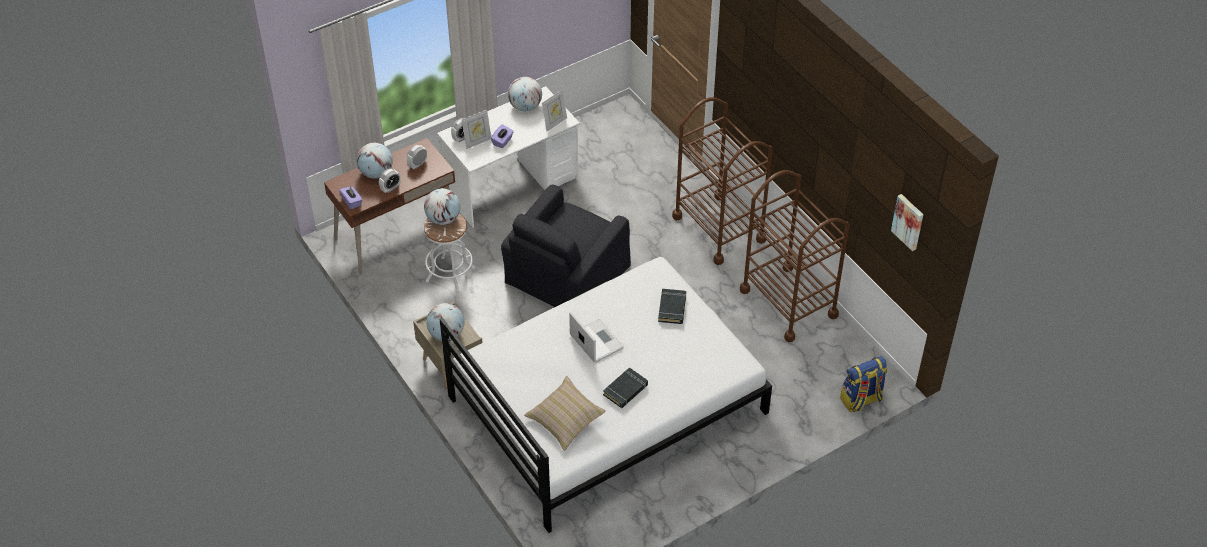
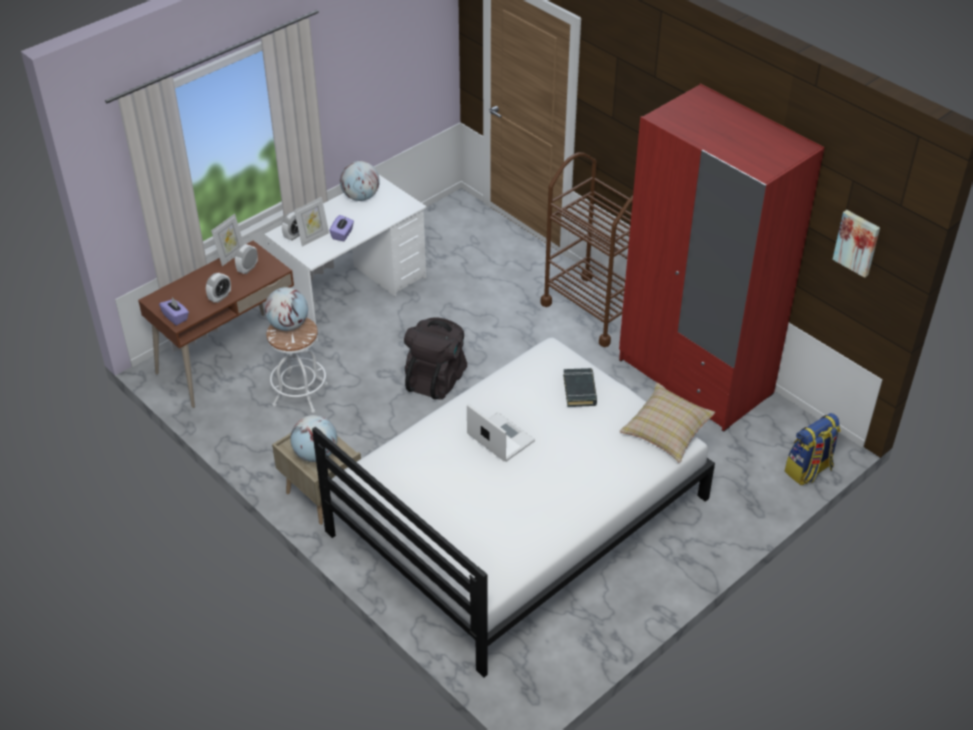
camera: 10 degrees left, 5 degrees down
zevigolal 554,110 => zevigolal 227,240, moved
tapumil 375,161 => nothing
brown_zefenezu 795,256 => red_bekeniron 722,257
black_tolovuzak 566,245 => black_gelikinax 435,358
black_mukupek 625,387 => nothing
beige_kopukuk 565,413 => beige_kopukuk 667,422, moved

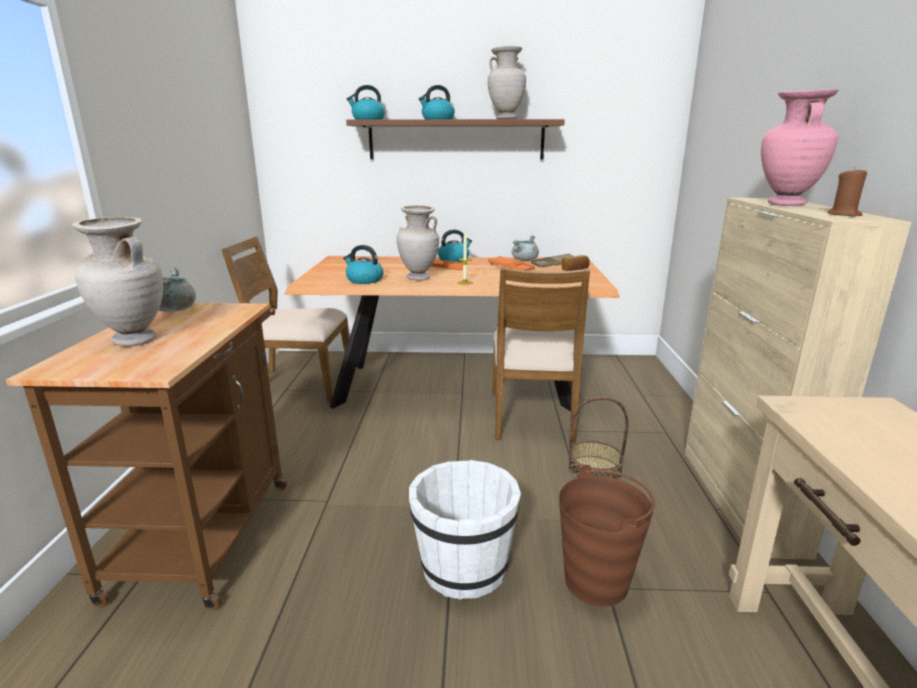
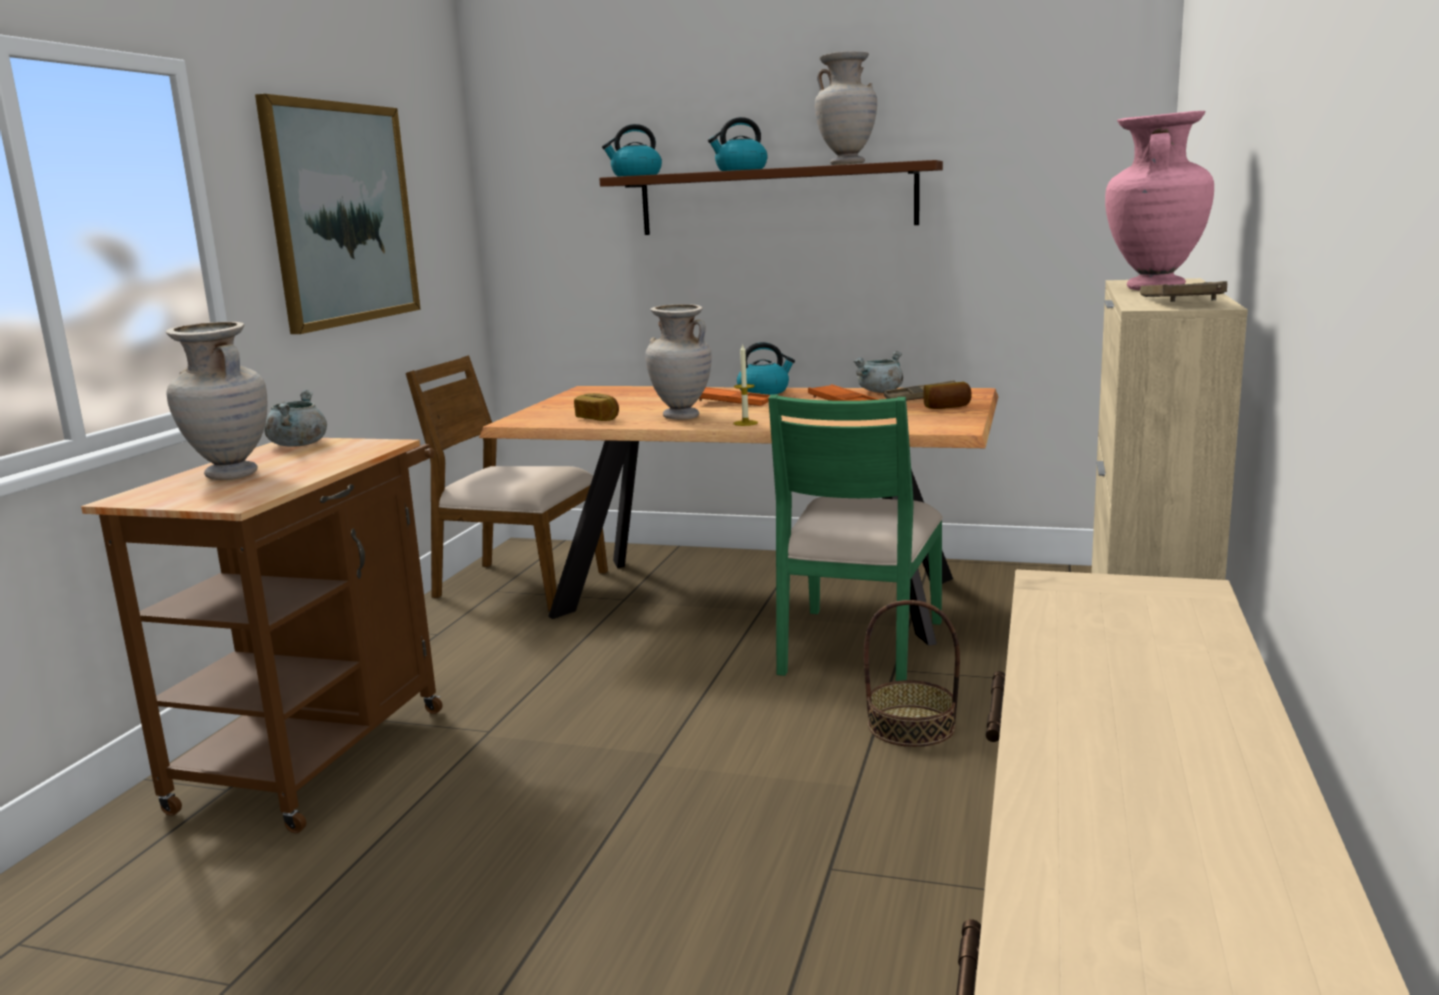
camera: 15 degrees right, 5 degrees down
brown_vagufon 847,191 => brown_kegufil 1183,291
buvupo 363,264 => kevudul 596,407
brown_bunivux 541,355 => green_bunivux 855,537
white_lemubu 465,529 => nothing
brown_lemubu 607,536 => nothing
nothing => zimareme 338,214

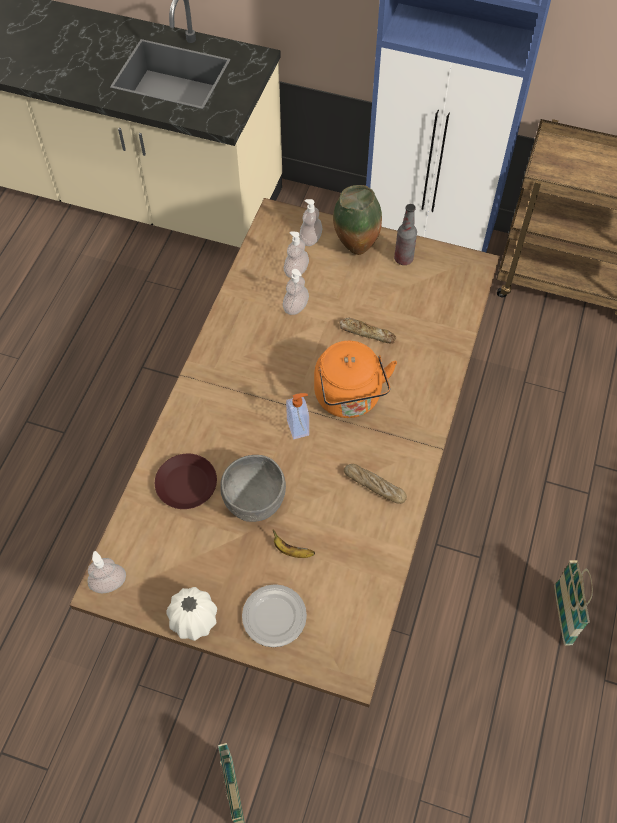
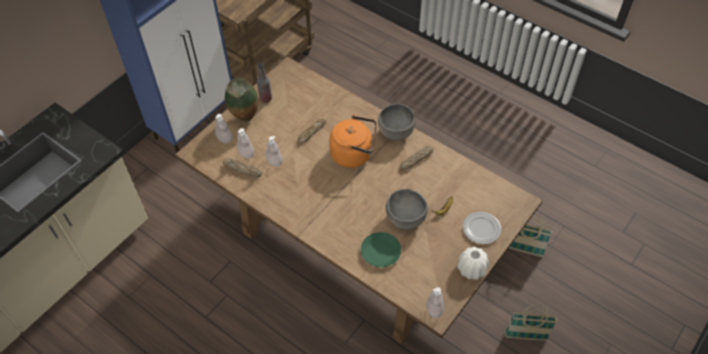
camera: 70 degrees left, 5 degrees down
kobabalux 297,416 => nothing
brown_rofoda 186,481 => green_rofoda 381,249
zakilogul 573,603 => zakilogul 530,236, moved
nothing => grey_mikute 396,122
nothing => kevudul 242,167

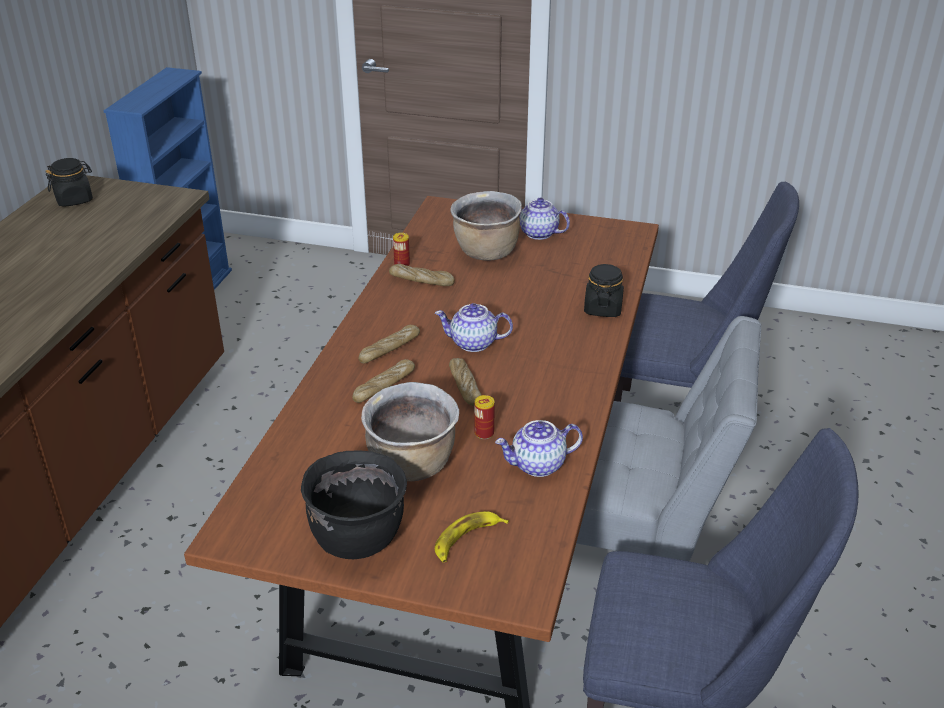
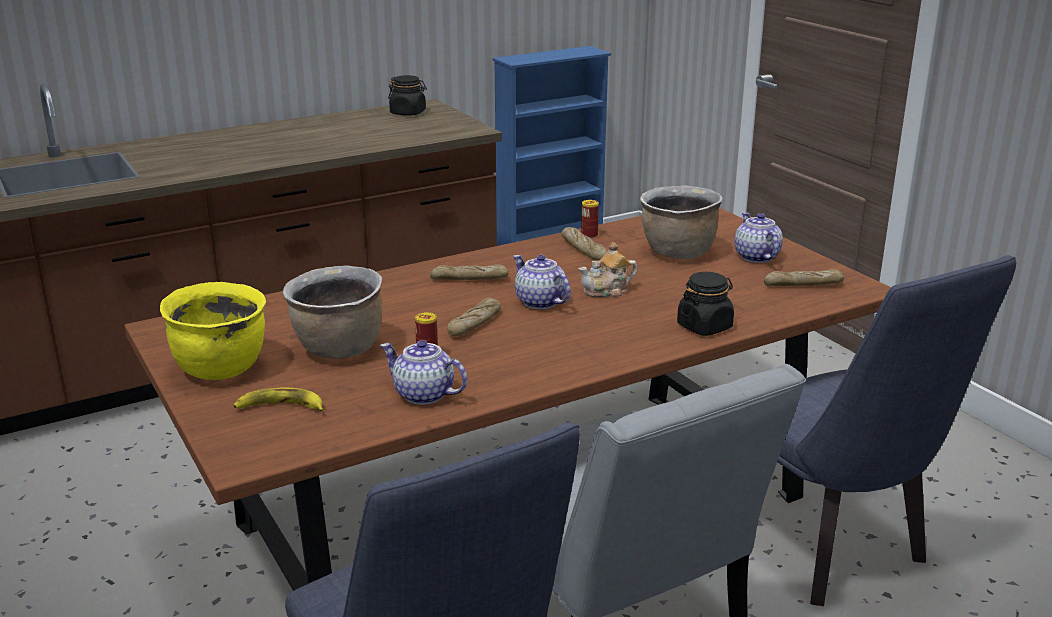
camera: 45 degrees right, 10 degrees down
kevudul 383,381 => kevudul 804,277, moved
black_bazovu 354,504 => yellow_bazovu 213,331
nothing => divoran 608,269

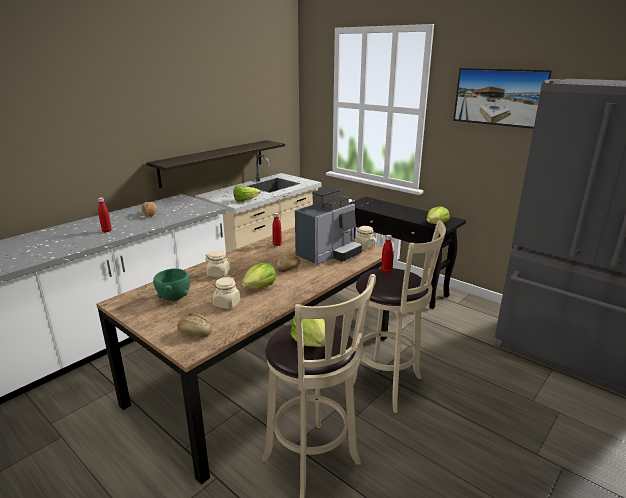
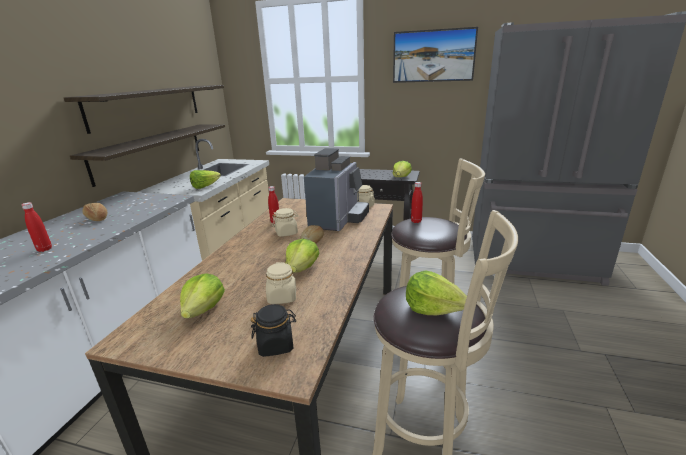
camera: 25 degrees left, 0 degrees up
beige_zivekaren 217,263 => beige_zivekaren 285,222, moved
green_mikute 171,284 => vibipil 202,295
kevudul 194,325 => black_zivekaren 273,330
nothing => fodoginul 144,109

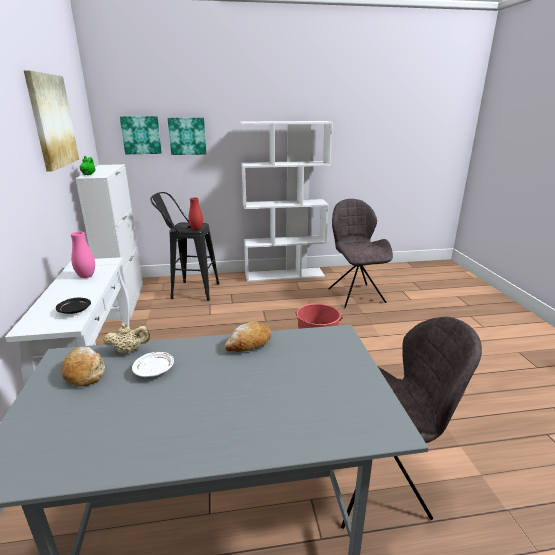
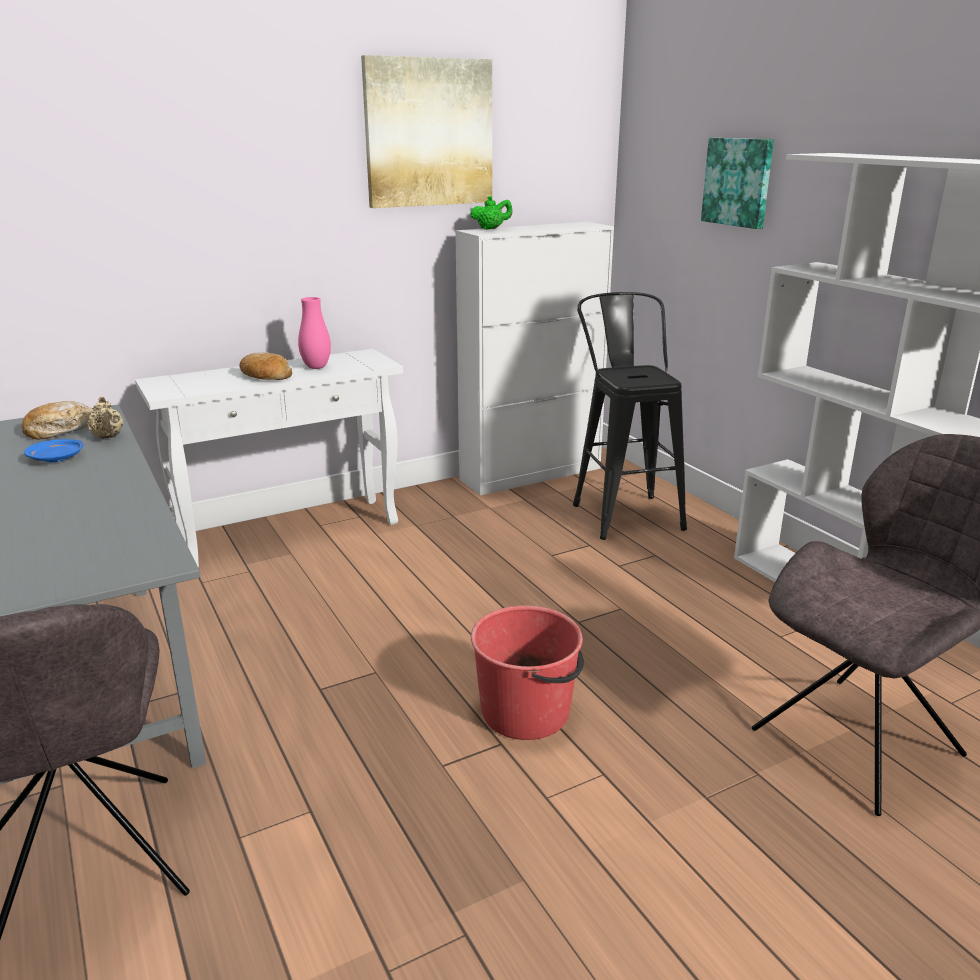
camera: 70 degrees right, 0 degrees up
zimareme 141,135 => nothing
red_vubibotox 195,214 => nothing
black_rofoda 73,306 => nothing
kevudul 248,336 => kevudul 265,366, moved
white_rofoda 153,364 => blue_rofoda 53,450

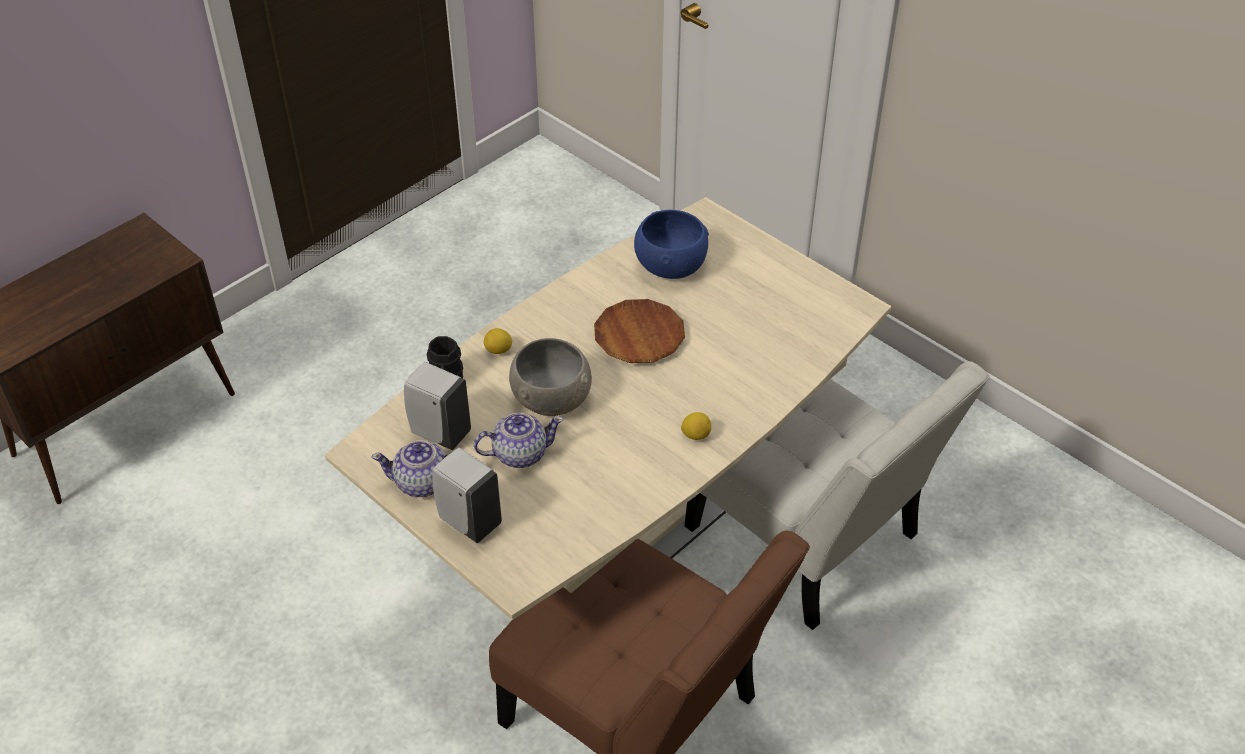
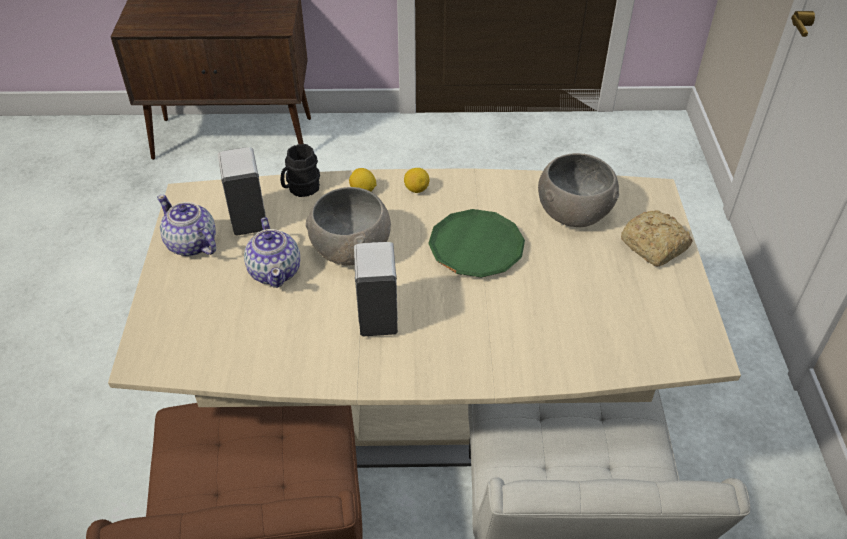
camera: 45 degrees right, 0 degrees up
blue_mikute 671,244 => grey_mikute 578,190
brown_rofoda 639,331 => green_rofoda 476,243
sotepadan 696,426 => sotepadan 416,180, moved
divoran 519,440 => divoran 272,252, 45 degrees clockwise
white_kobabalux 467,495 => white_kobabalux 376,289, moved
nothing => kevudul 656,238

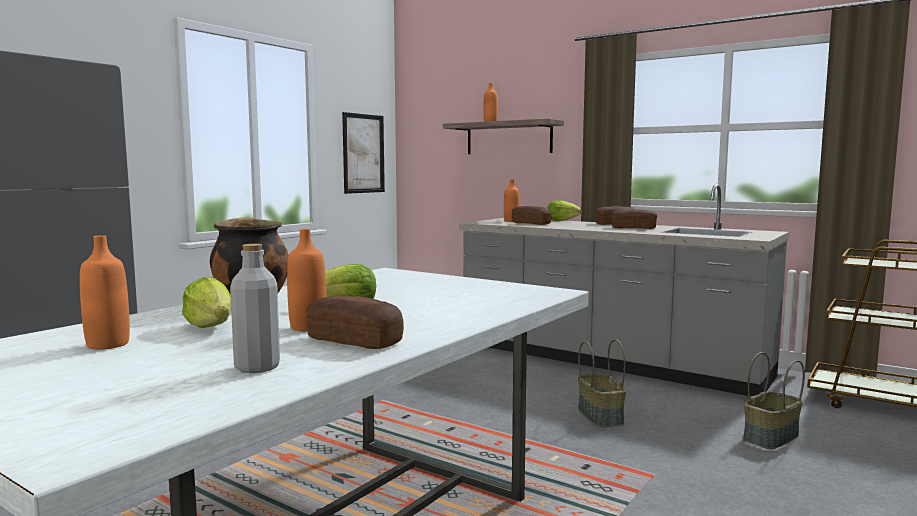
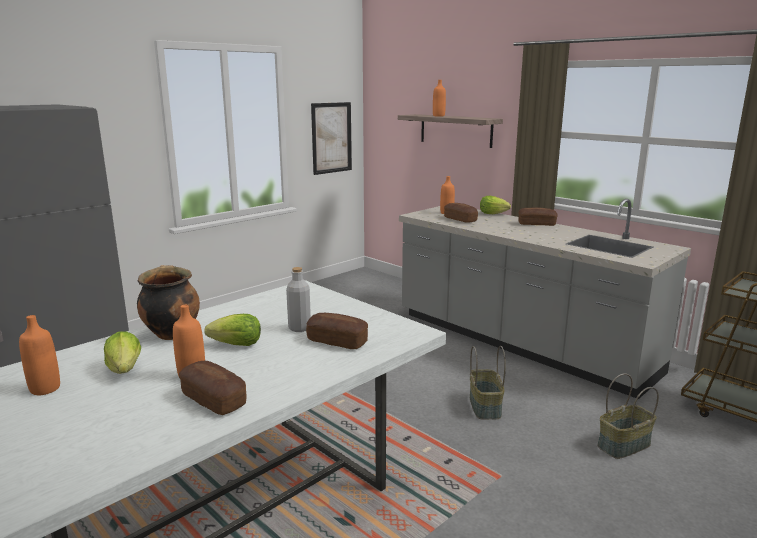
camera: 10 degrees right, 10 degrees up
kevudul 634,219 => kevudul 337,331, moved
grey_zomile 255,308 => grey_zomile 298,299, moved

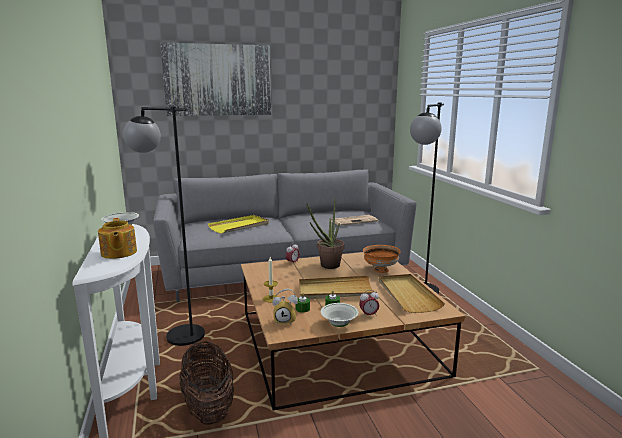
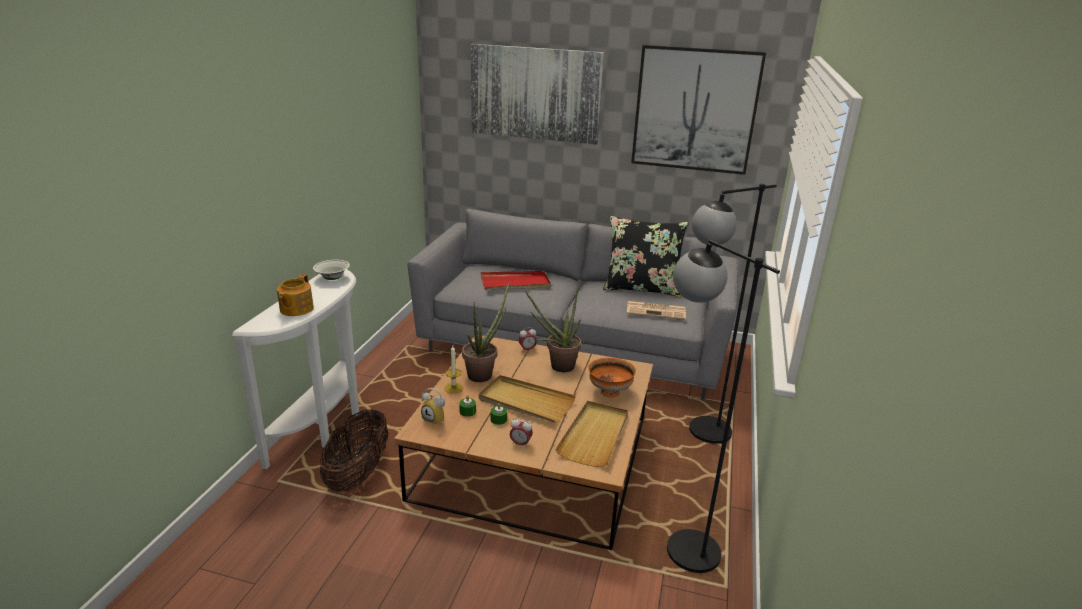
camera: 30 degrees right, 10 degrees up
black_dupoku 164,226 => black_dupoku 723,406, moved
yellow_kegufil 238,224 => red_kegufil 516,280
white_mikute 340,315 => nothing
nothing => zimareme 698,110
nothing => black_kopukuk 646,256
nothing => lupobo 486,331

